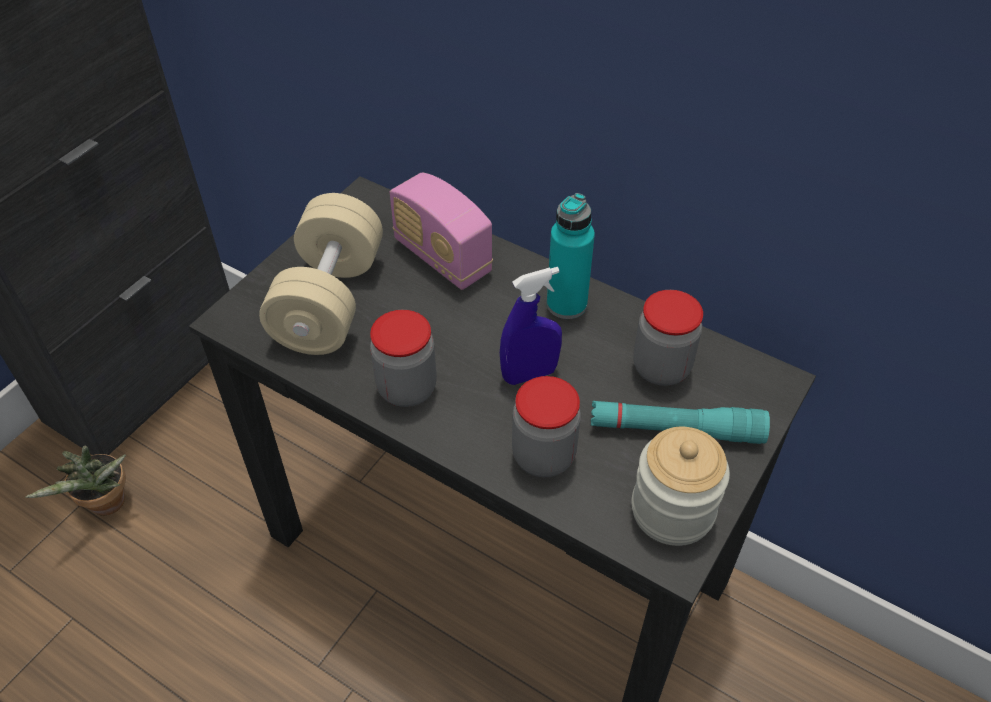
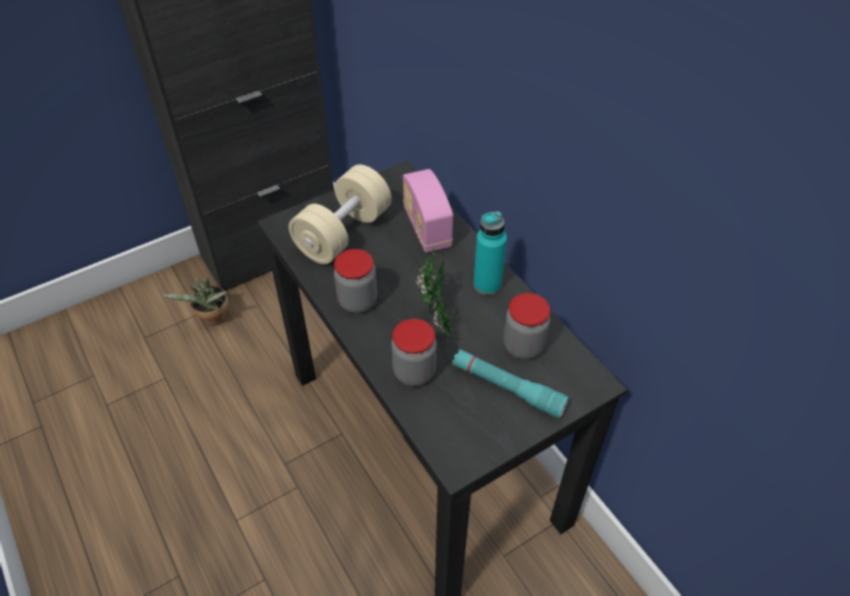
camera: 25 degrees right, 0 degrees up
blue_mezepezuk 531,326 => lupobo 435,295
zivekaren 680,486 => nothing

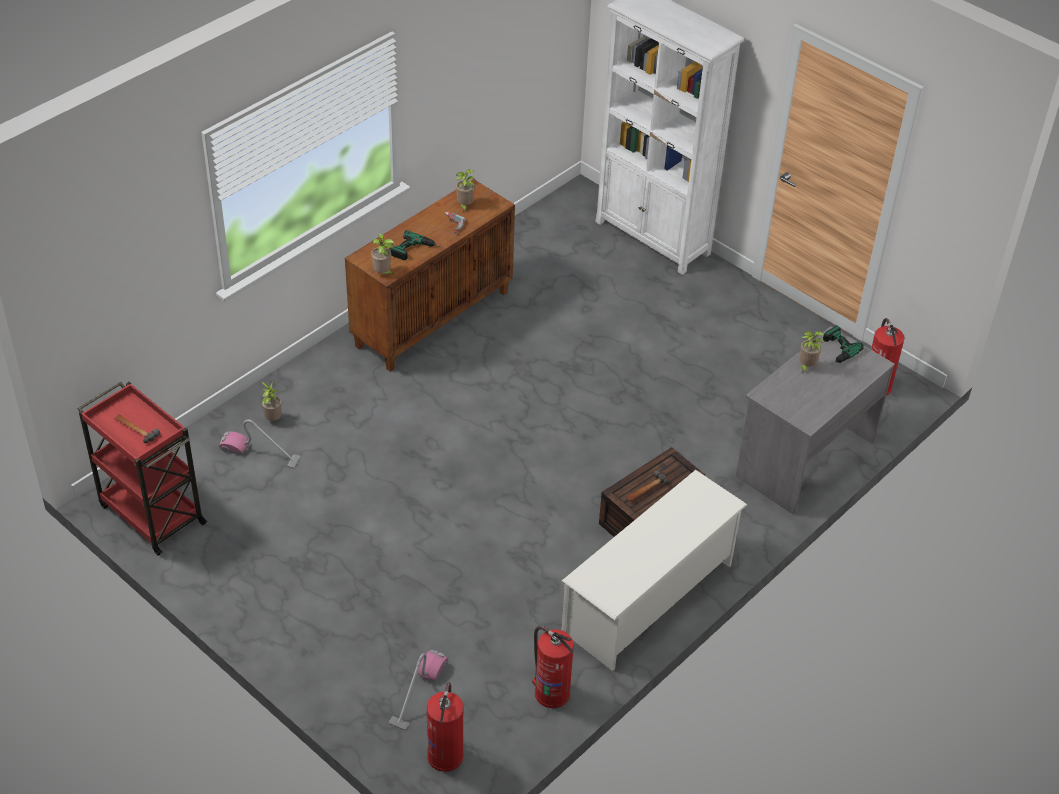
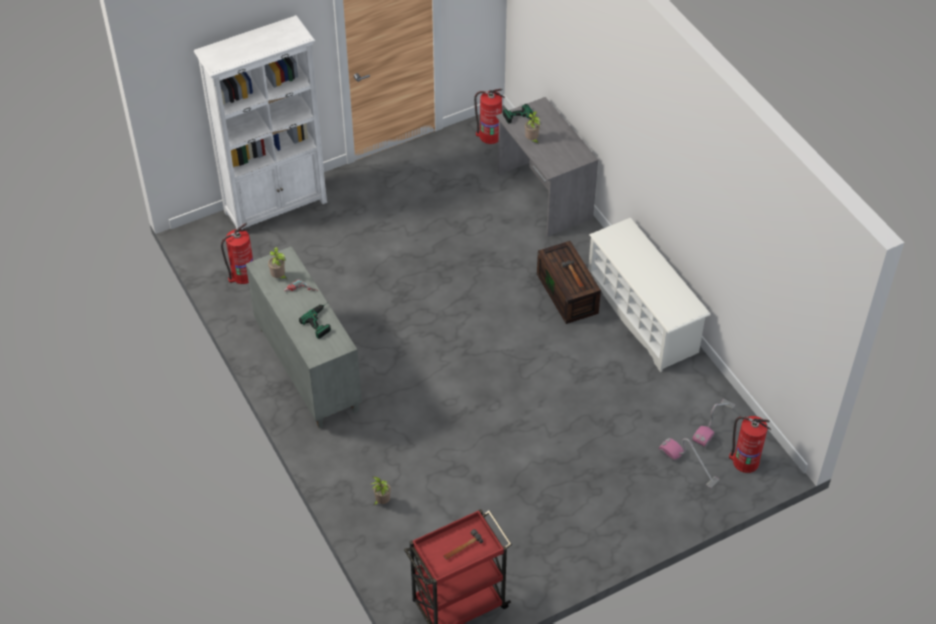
camera: 70 degrees left, 5 degrees up
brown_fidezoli 430,275 => grey_fidezoli 304,337
lupobo 382,254 => nothing
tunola 259,443 => tunola 713,423, moved
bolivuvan 553,667 => bolivuvan 237,253, moved

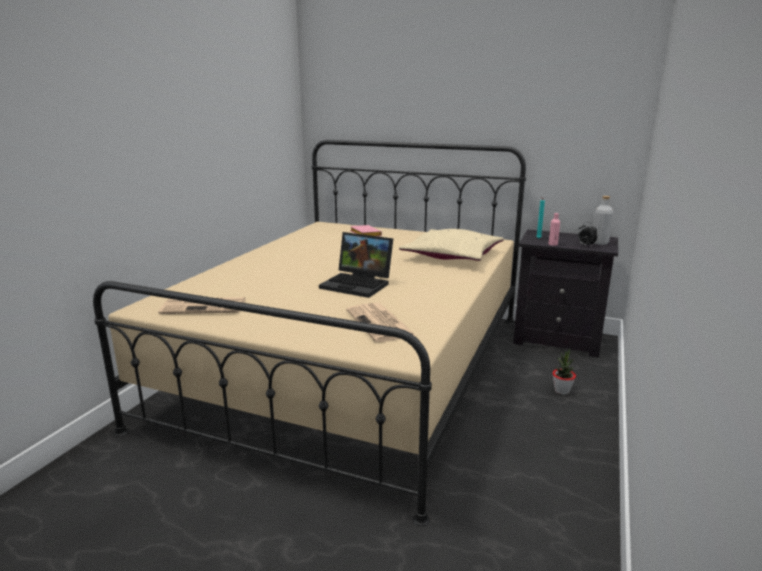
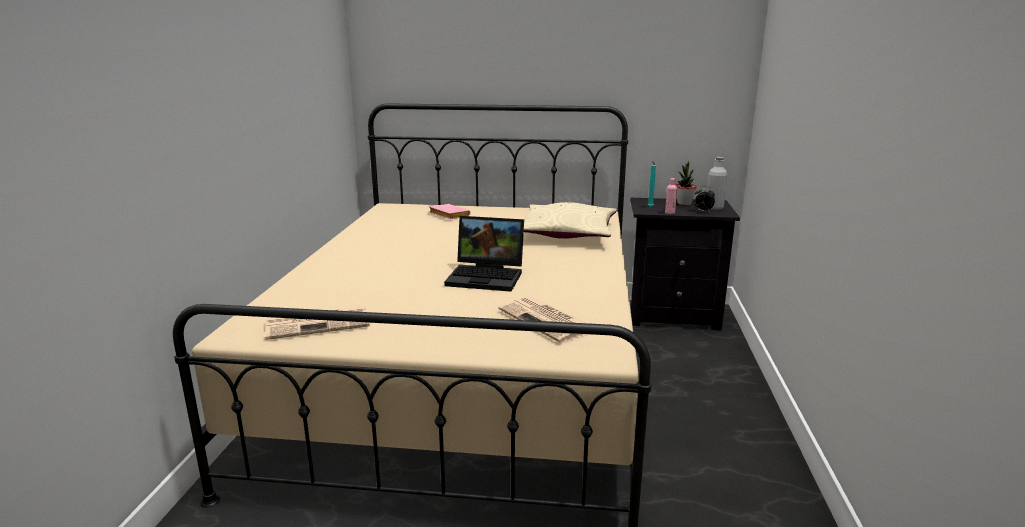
camera: 15 degrees left, 0 degrees up
lupobo 564,371 => lupobo 686,183, moved

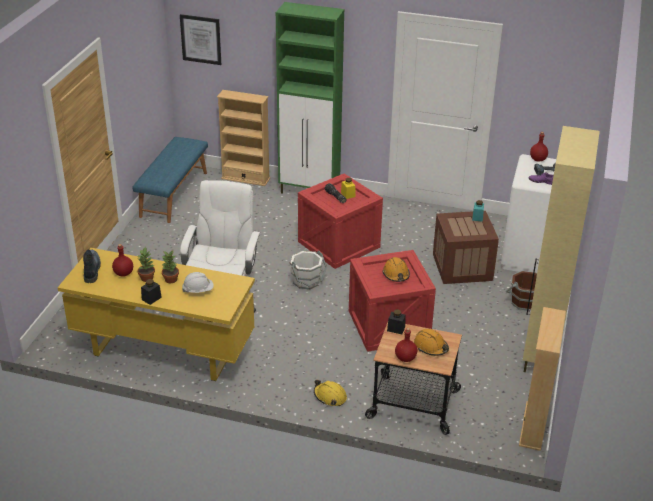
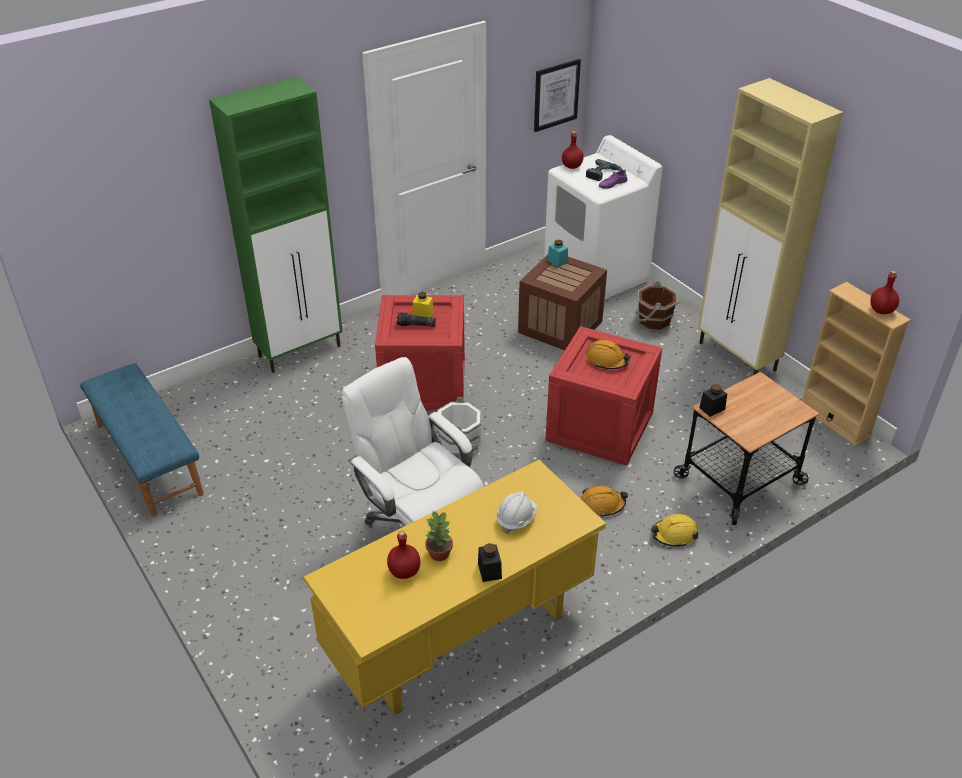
camera: 50 degrees left, 5 degrees up
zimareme 200,39 => zimareme 557,95, moved
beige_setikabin 243,138 => nothing
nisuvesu 92,266 => nothing
lupobo 170,266 => nothing
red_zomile 406,345 => red_zomile 884,292, moved
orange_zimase 431,342 => orange_zimase 604,501, moved

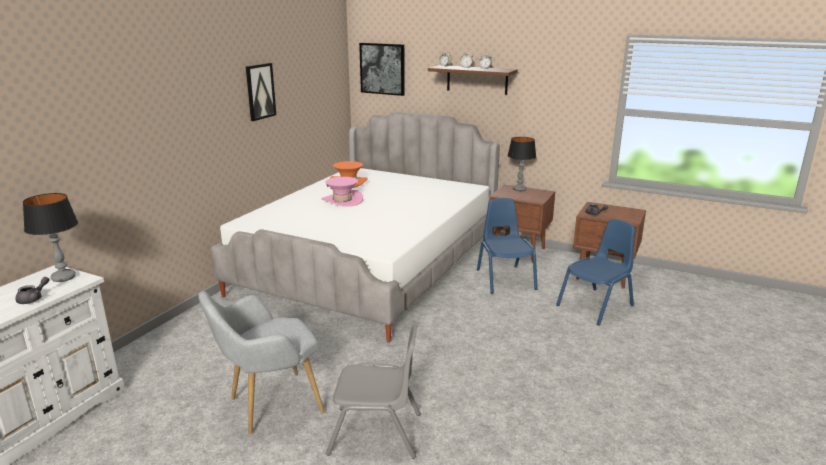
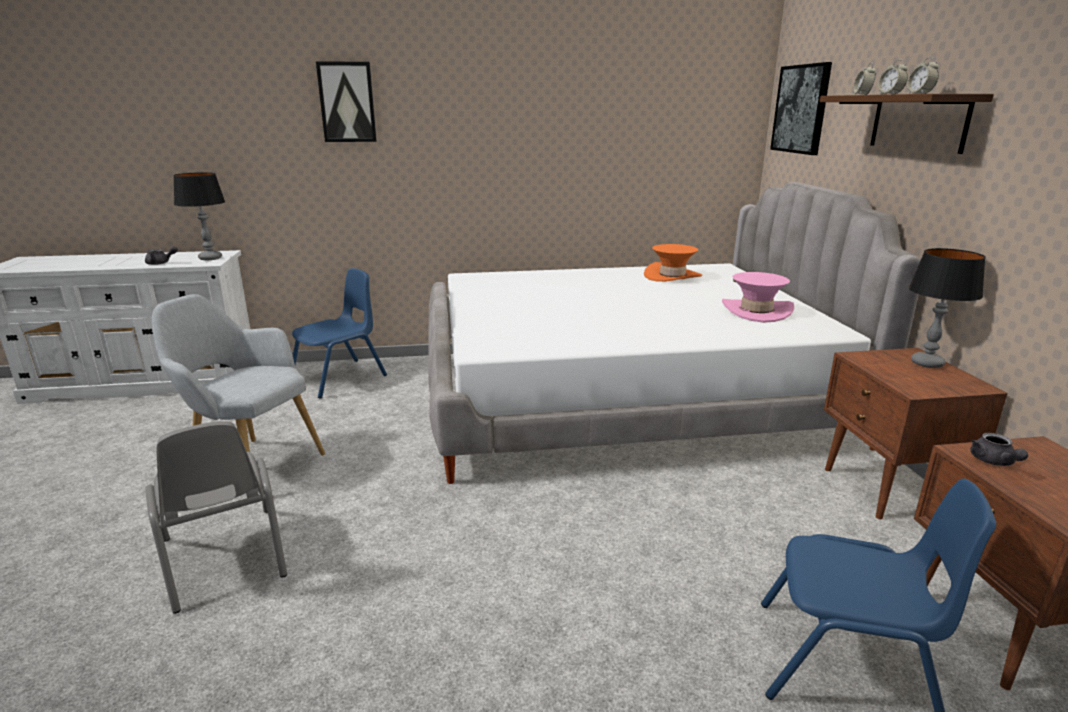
camera: 55 degrees right, 0 degrees up
zimareme 260,92 => zimareme 346,101, moved
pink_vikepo 342,192 => pink_vikepo 758,297, moved
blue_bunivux 507,246 => blue_bunivux 339,333, moved

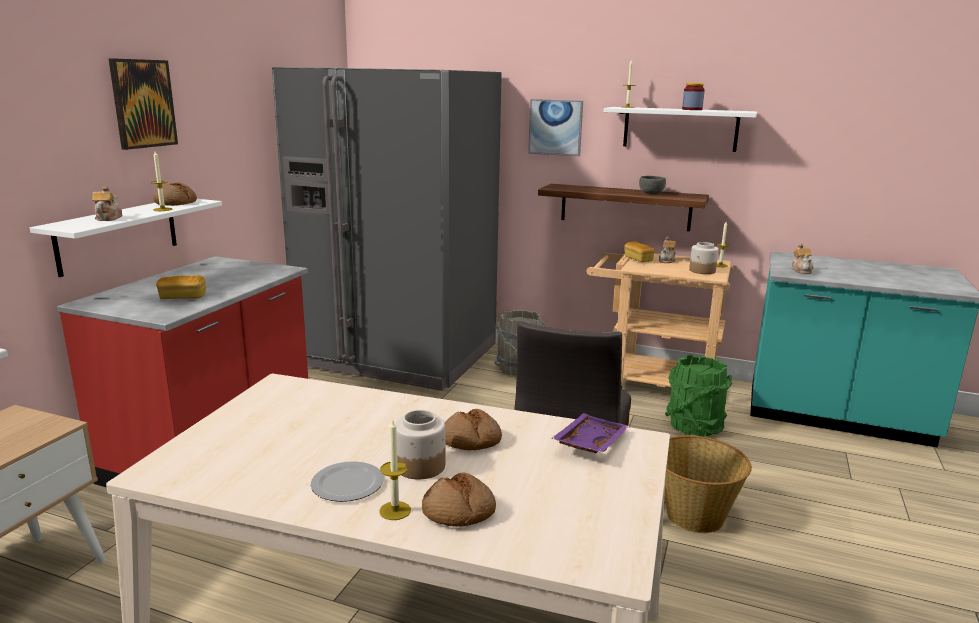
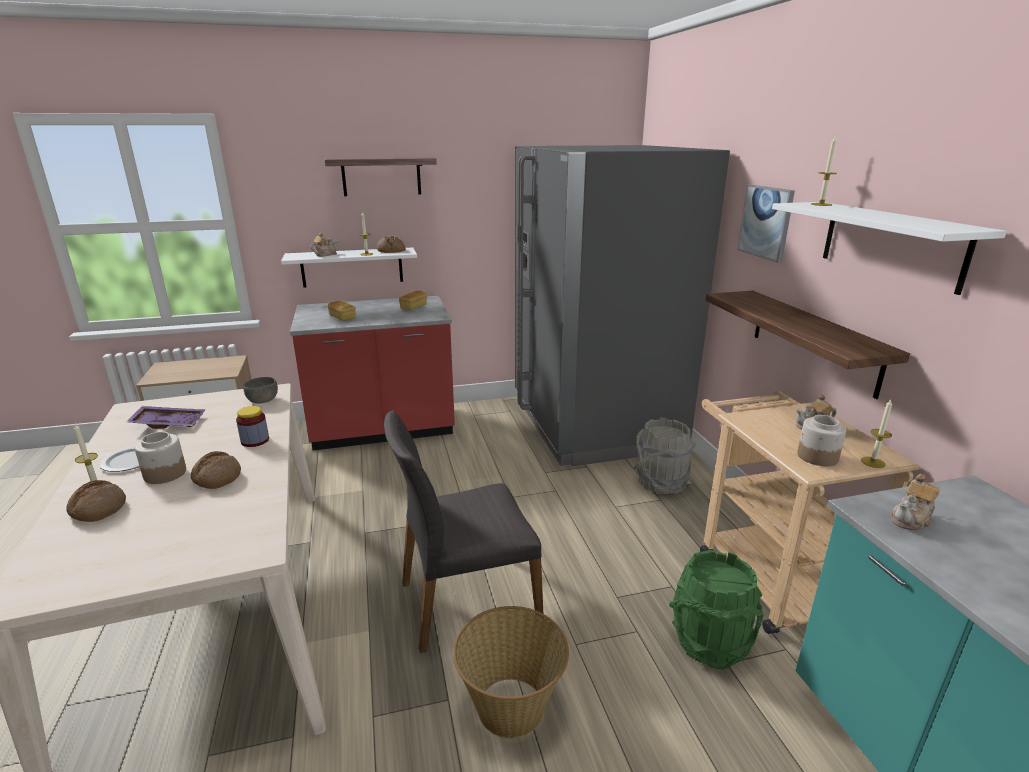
camera: 55 degrees right, 5 degrees up
zimareme 143,104 => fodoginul 381,176
zivekaren 693,96 => zivekaren 252,426, moved
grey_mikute 652,185 => grey_mikute 260,390, moved
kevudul 639,252 => kevudul 413,300, moved
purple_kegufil 590,433 => purple_kegufil 166,417, moved

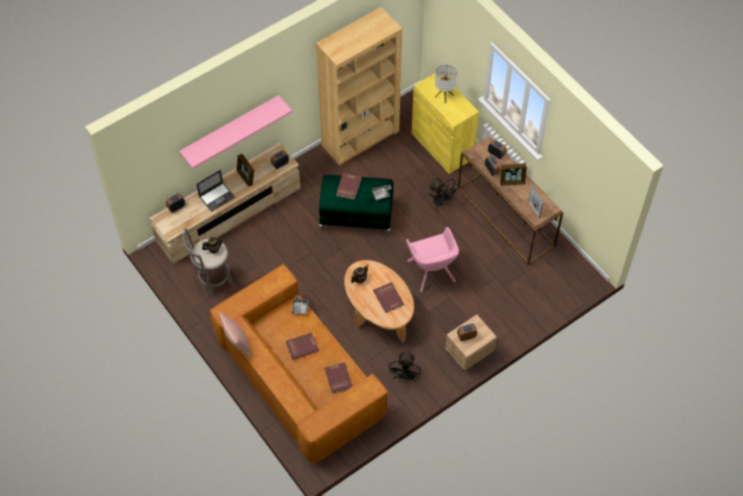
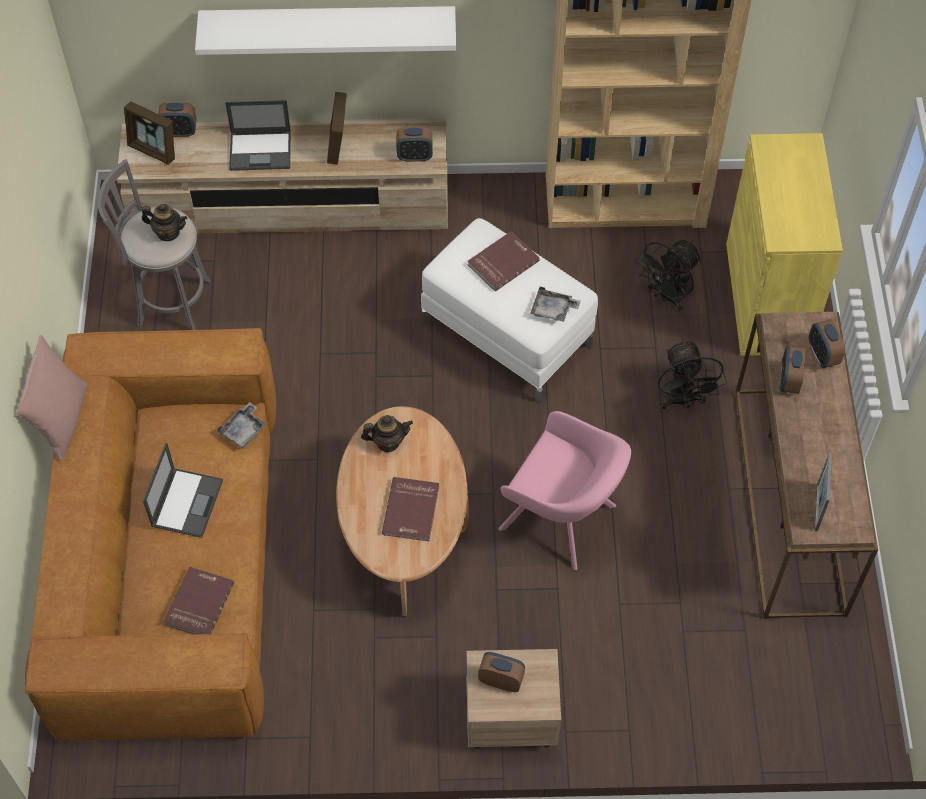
camera: 35 degrees right, 0 degrees up
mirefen 446,84 => nothing
pink_fodoginul 235,132 => white_fodoginul 325,30
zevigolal 513,174 => zevigolal 149,133, moved
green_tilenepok 356,205 => white_tilenepok 509,310
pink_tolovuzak 432,259 => pink_tolovuzak 564,491, 75 degrees counterclockwise
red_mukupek 302,346 => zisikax 183,490
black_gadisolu 404,366 => black_gadisolu 668,276, moved

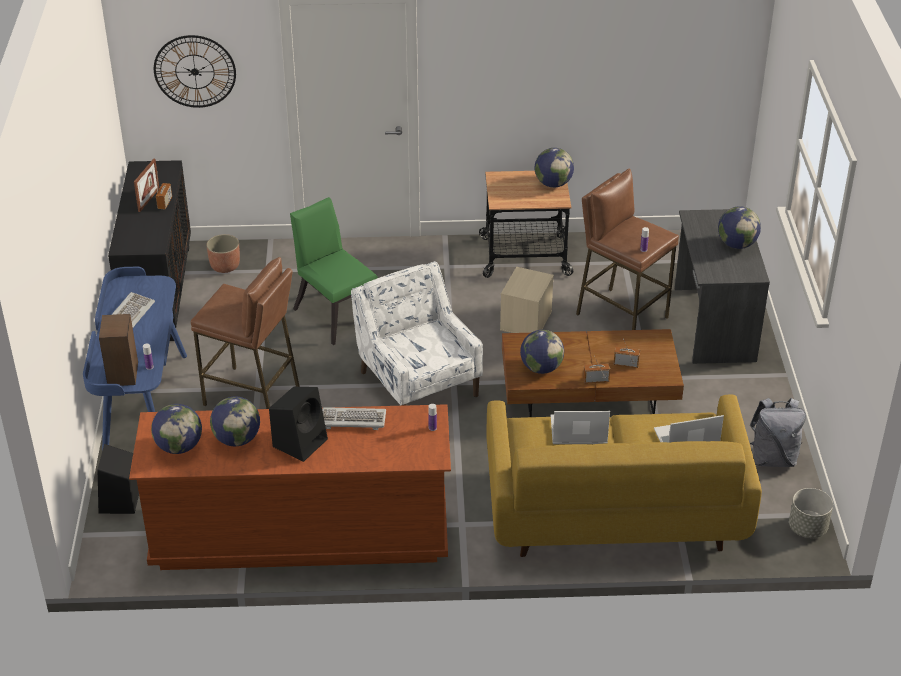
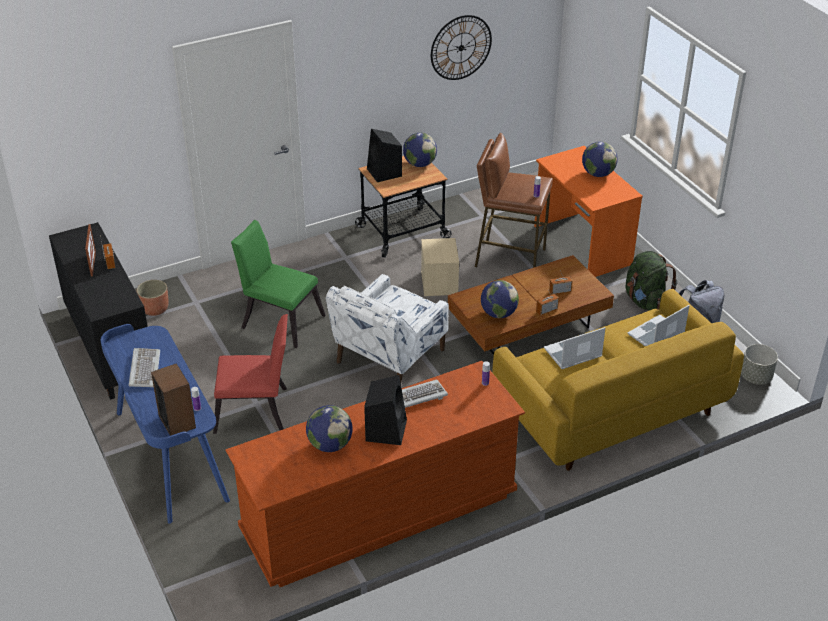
camera: 25 degrees left, 0 degrees up
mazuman 195,71 => mazuman 461,47, moved
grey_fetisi 722,286 => orange_fetisi 588,211
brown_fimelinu 245,333 => red_bunivux 250,374
white_tolovuzak 417,333 => white_tolovuzak 387,328, 90 degrees counterclockwise
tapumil 176,429 => nothing
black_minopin 118,479 => black_minopin 384,155, moved
nothing => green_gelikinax 651,281

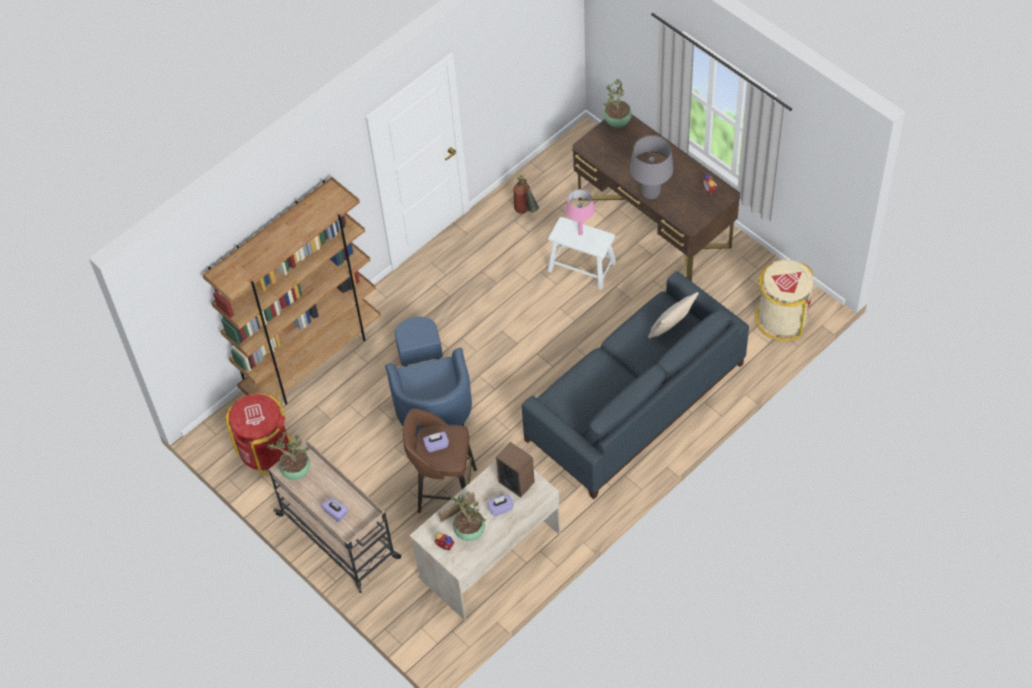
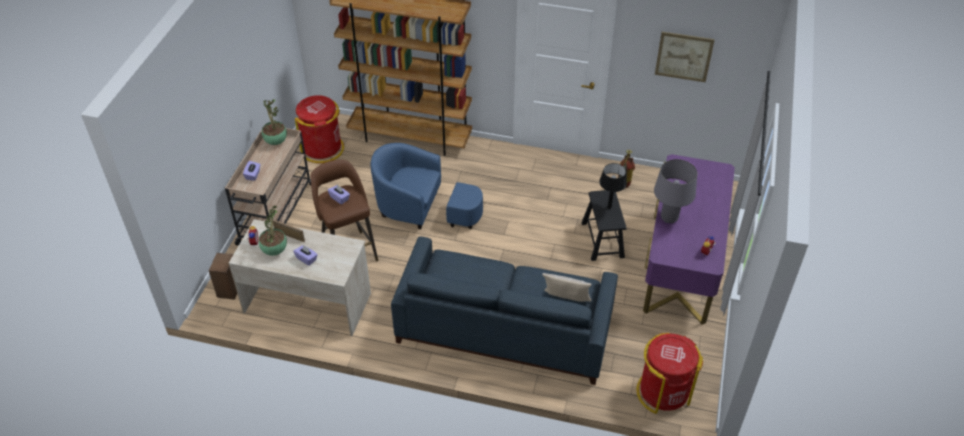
camera: 55 degrees right, 10 degrees down
lupobo 618,103 => nothing
brown_fetisi 656,198 => purple_fetisi 689,239
pink_mirefen 580,212 => black_mirefen 613,186
white_fimelinu 582,253 => black_fimelinu 604,225
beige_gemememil 784,300 => red_gemememil 669,373
blue_tolovuzak 428,377 => blue_tolovuzak 427,186, 60 degrees clockwise
minopin 515,470 => minopin 223,276, moved
nothing => zimareme 685,57

